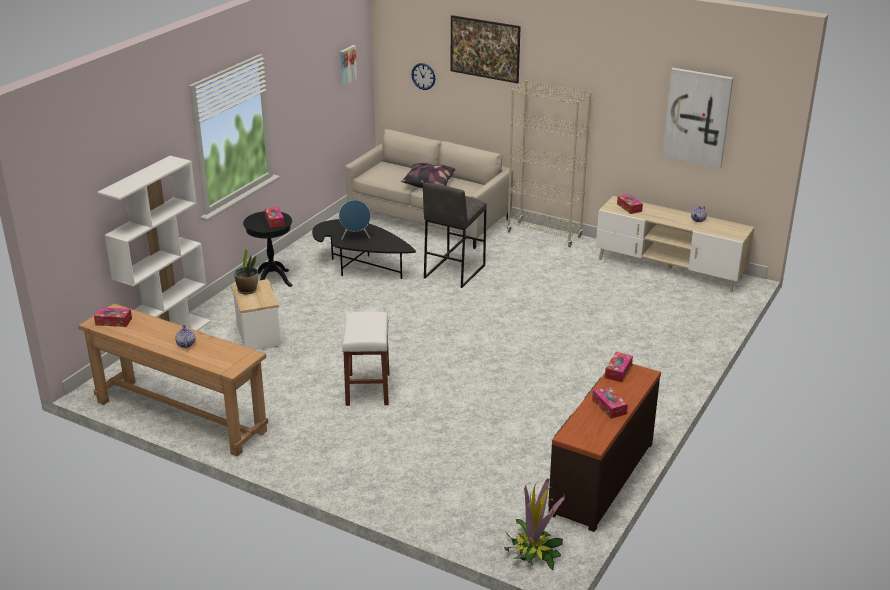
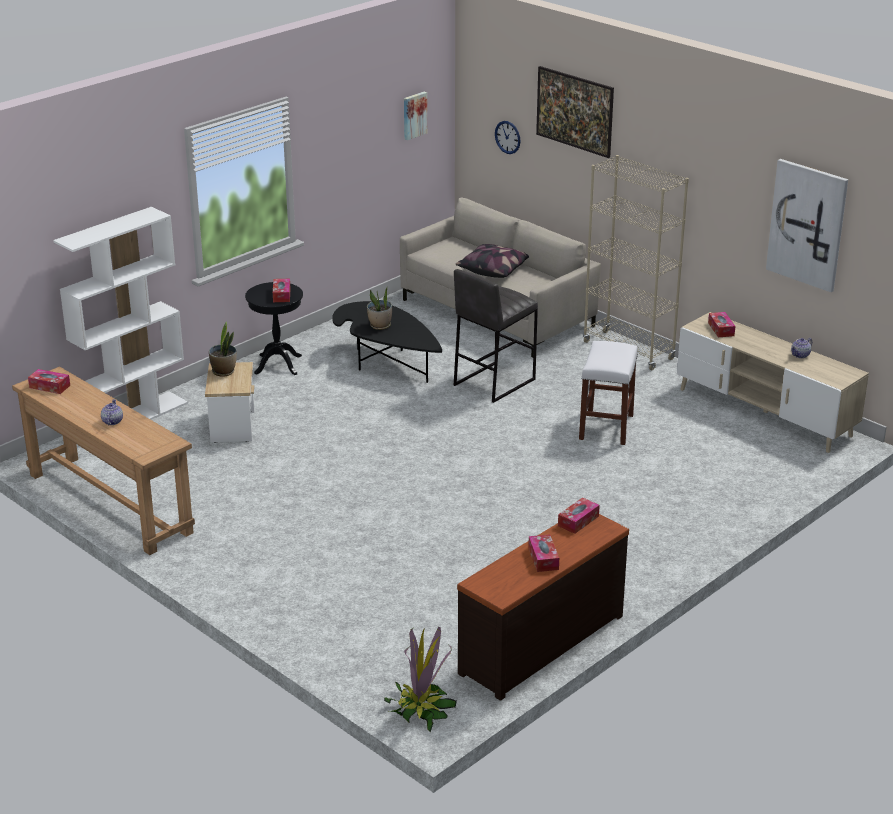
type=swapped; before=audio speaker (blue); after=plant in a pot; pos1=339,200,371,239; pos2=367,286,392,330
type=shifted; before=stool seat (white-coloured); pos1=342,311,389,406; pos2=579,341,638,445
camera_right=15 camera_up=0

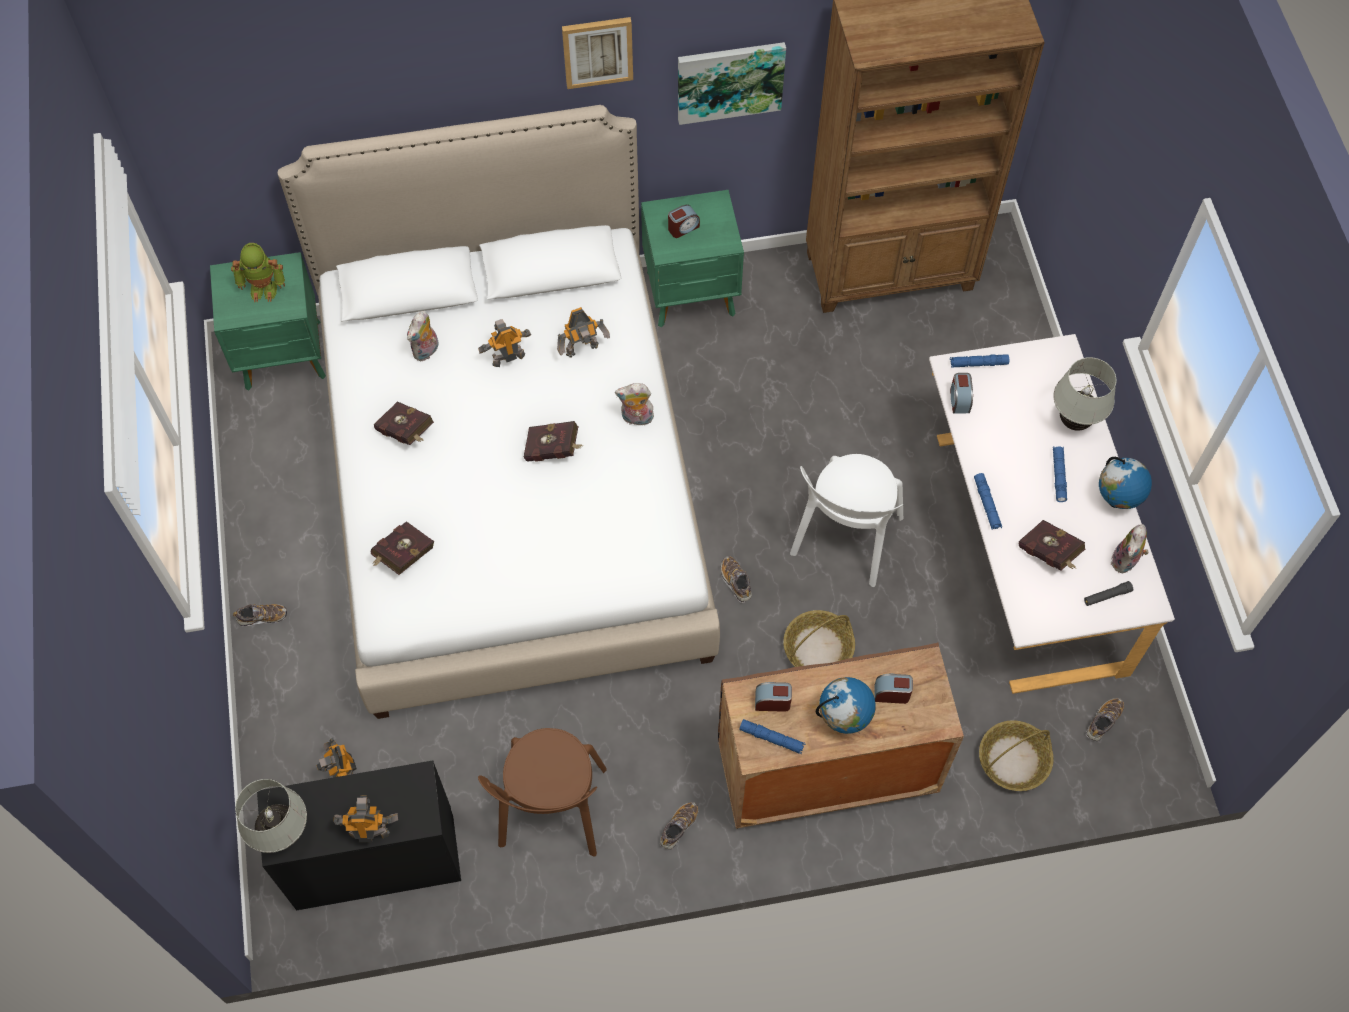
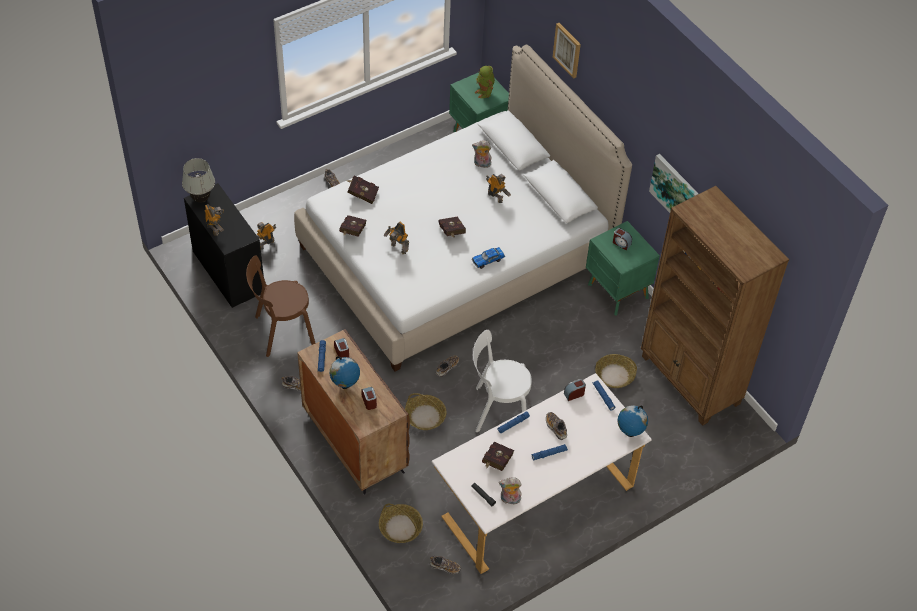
type=shifted; before=bound book (red); pos1=374,401,434,445; pos2=339,215,366,237
type=shifted; before=robot figure; pos1=557,307,610,358; pos2=384,222,409,254
type=swapped; before=soft toy; after=toy car; pos1=615,383,655,425; pos2=472,247,505,269
type=new; after=shoe; pos2=546,412,567,440
type=shifted; before=wall picture; pos1=562,17,633,89; pos2=553,23,581,79
type=new; after=household basket; pos2=595,354,637,388
type=shifted; before=world globe; pos1=1099,457,1152,509; pos2=618,406,648,437
type=gone; before=lamp for a table (white-coloured); pos1=1053,357,1117,431
camera_right=65 camera_up=-10

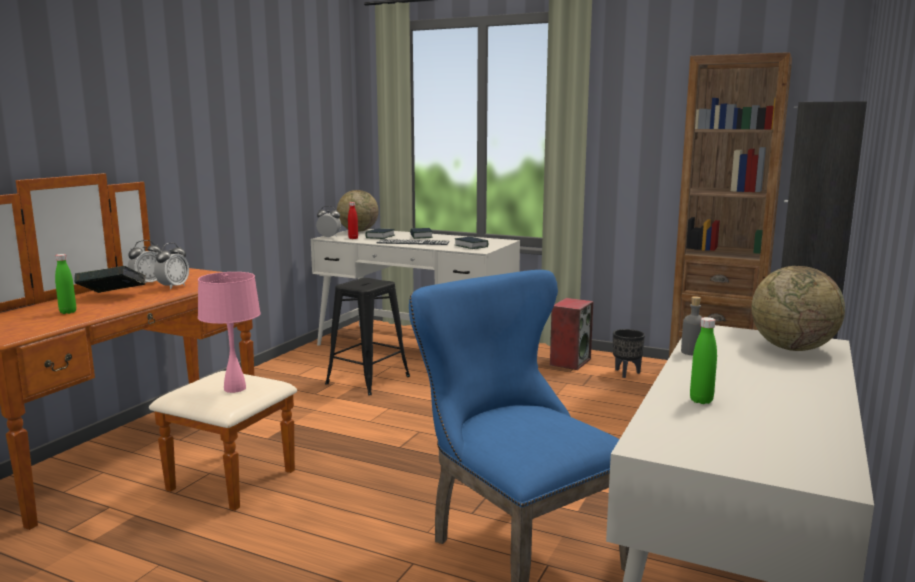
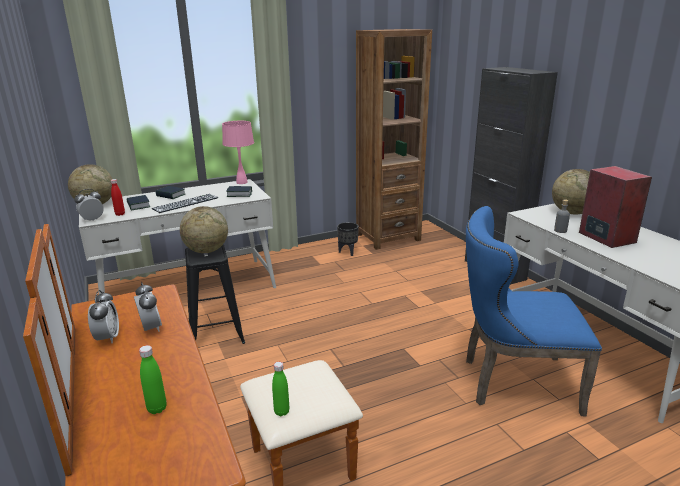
type=new; after=world globe; pos2=180,206,228,253
type=shifted; before=lamp for a table (pink); pos1=198,272,261,393; pos2=222,121,254,184
type=shifted; before=beverage bottle (green-coloured); pos1=690,317,717,404; pos2=272,362,290,416
type=shifted; before=audio speaker; pos1=550,298,593,370; pos2=579,166,652,248
type=gone; before=bound book; pos1=74,266,146,293
camera_right=-50 camera_up=10

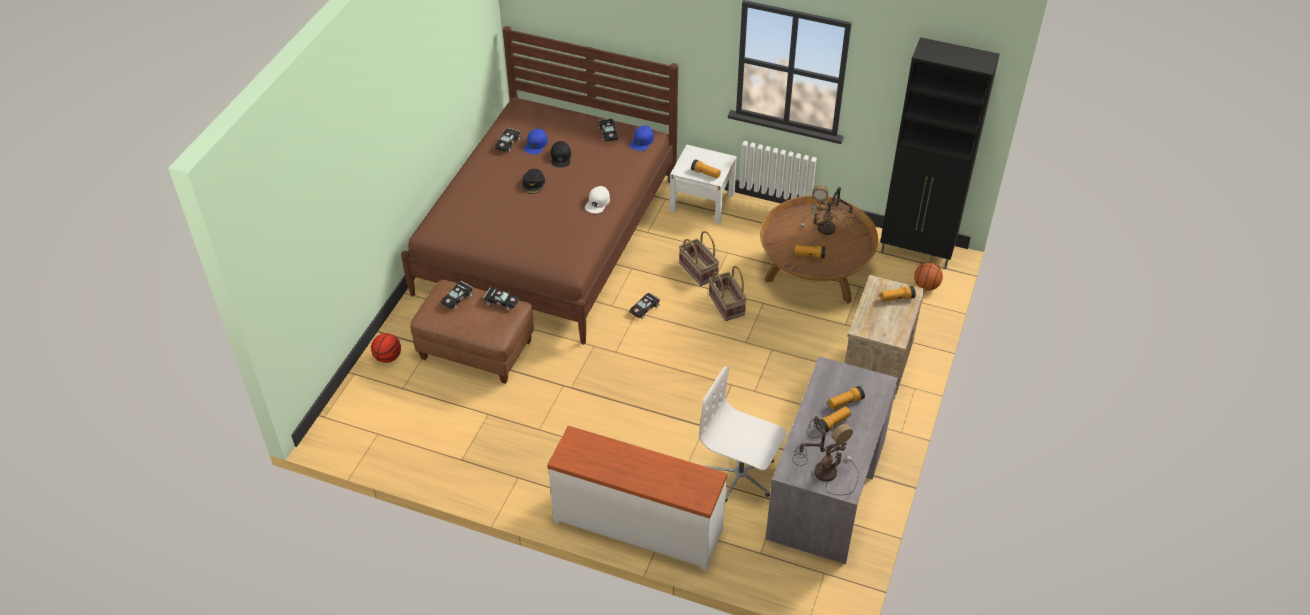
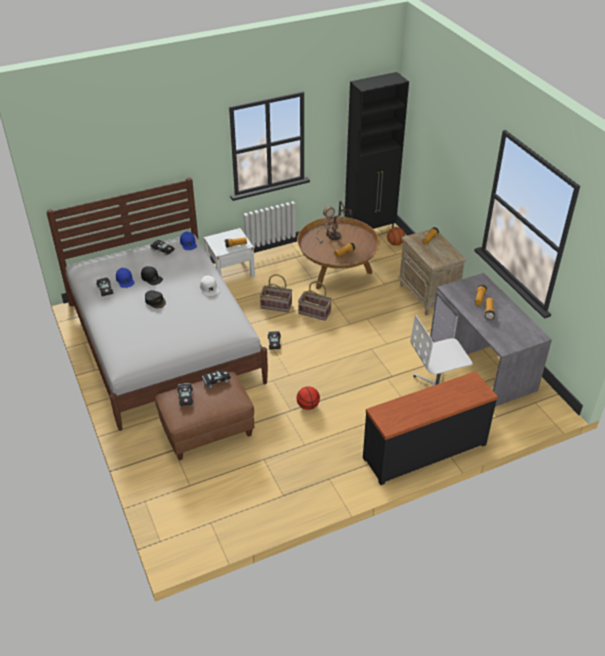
type=repainted; before=sleeping bed (brown); after=sleeping bed (white-coloured); pos1=401,26,678,345; pos2=46,177,268,431
type=shifted; before=ball for basketball; pos1=371,333,401,363; pos2=297,386,320,410
type=repainted; before=chest of drawers (white-coloured); after=chest of drawers (blackish); pos1=547,426,727,571; pos2=363,371,498,485
type=gone; before=lamp for a table; pos1=792,416,858,495
camera_right=-45 camera_up=-5

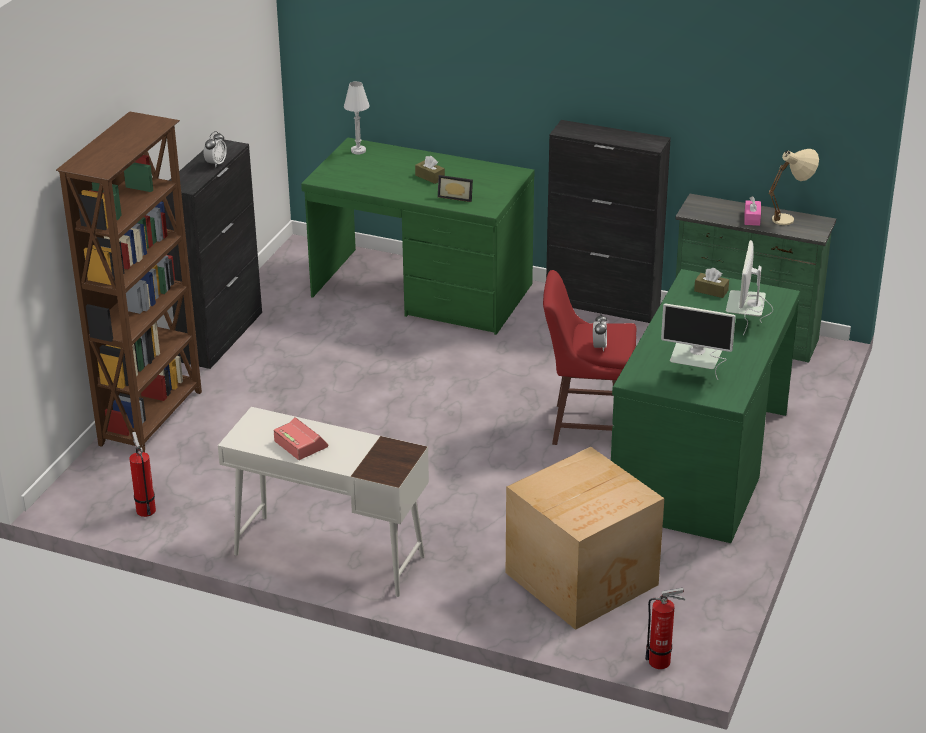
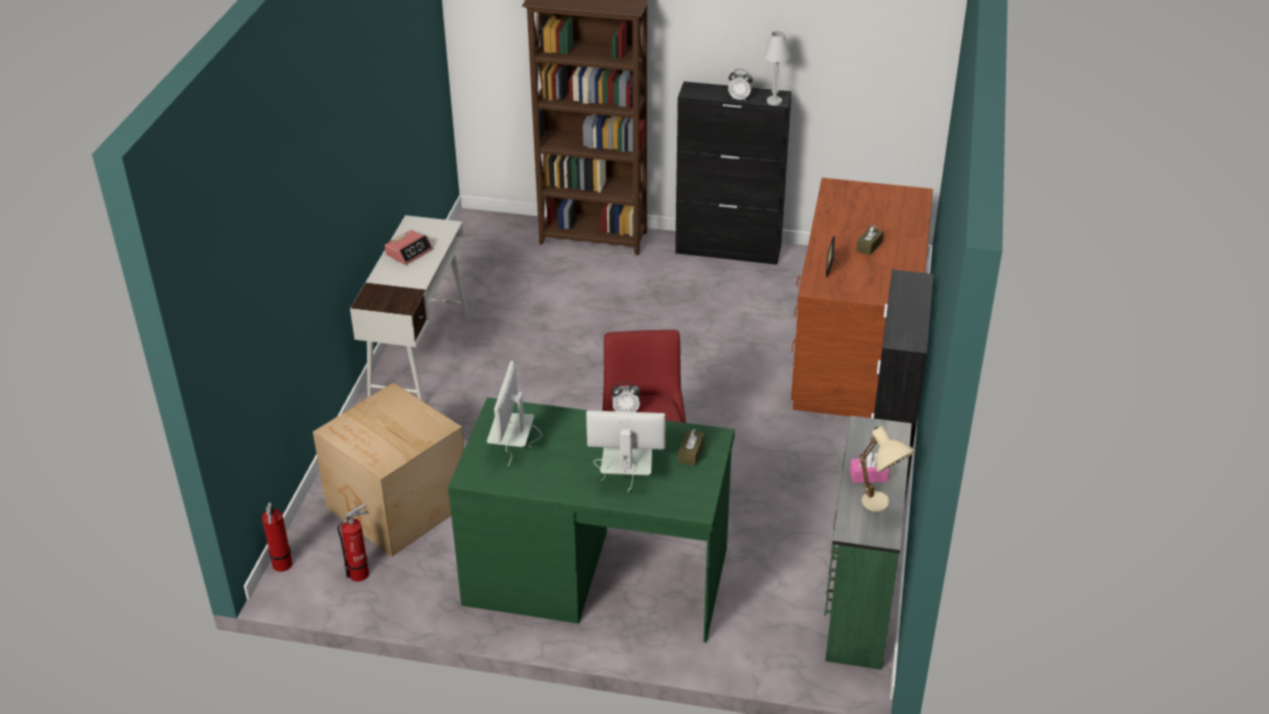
type=shifted; before=fire extinguisher; pos1=129,432,156,517; pos2=337,504,369,582
type=shifted; before=lamp for a table (white-coloured); pos1=344,81,370,154; pos2=764,31,790,106
type=repainted; before=desk table (green-coloured); after=desk table (brown); pos1=301,137,535,335; pos2=791,178,933,418
camera_right=80 camera_up=5

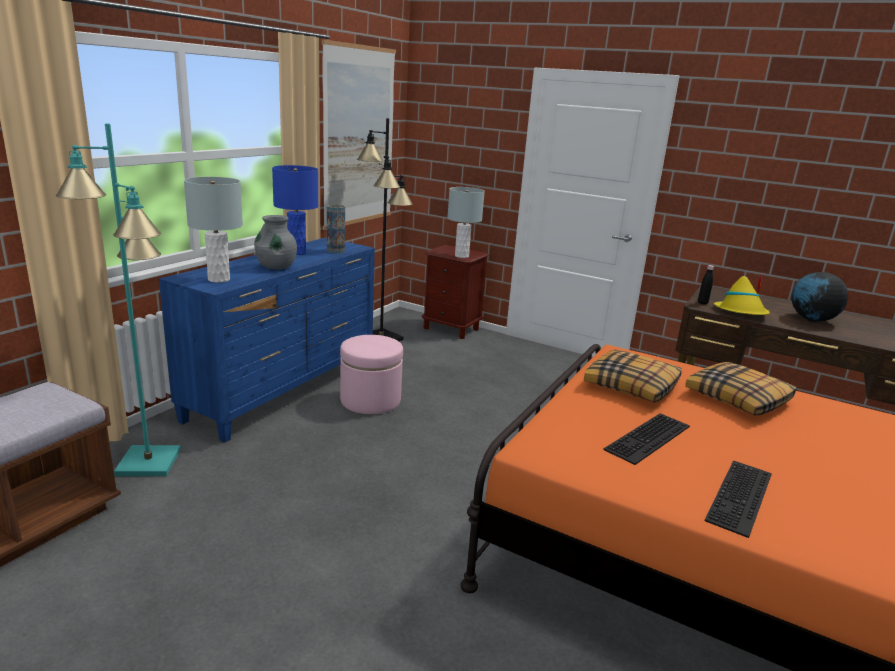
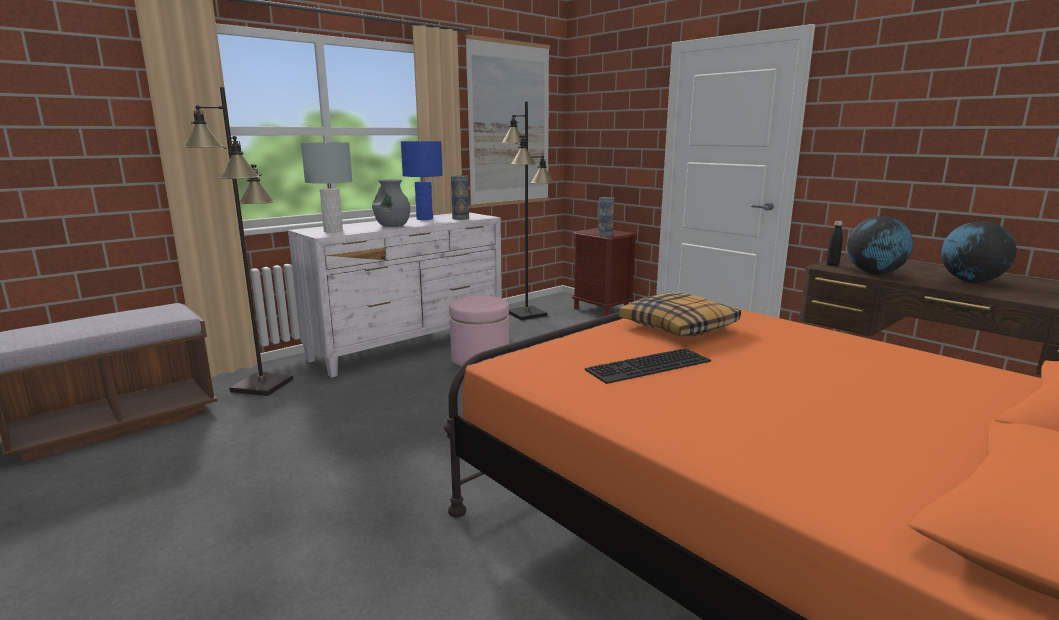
type=repainted; before=standard lamp (turquoise-coloured); after=standard lamp (blackish); pos1=56,123,181,476; pos2=183,87,293,396
type=repainted; before=chest of drawers (blue); after=chest of drawers (white-coloured); pos1=159,238,375,443; pos2=288,212,502,378
type=swapped; before=lamp for a table (greyish); after=decorative vase; pos1=447,187,485,258; pos2=598,197,614,236
type=swapped; before=hat (yellowish); after=world globe; pos1=714,275,770,315; pos2=847,216,913,275
type=gone; before=cushion; pos1=685,362,797,416
type=gone; before=keyboard; pos1=705,460,772,538
camera_right=20 camera_up=-5

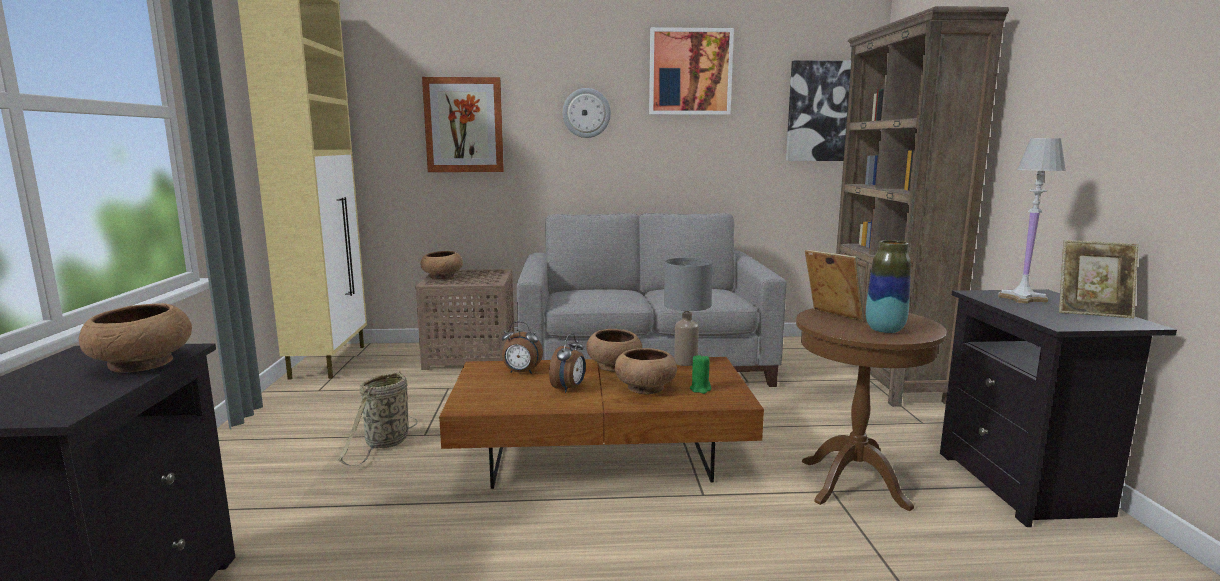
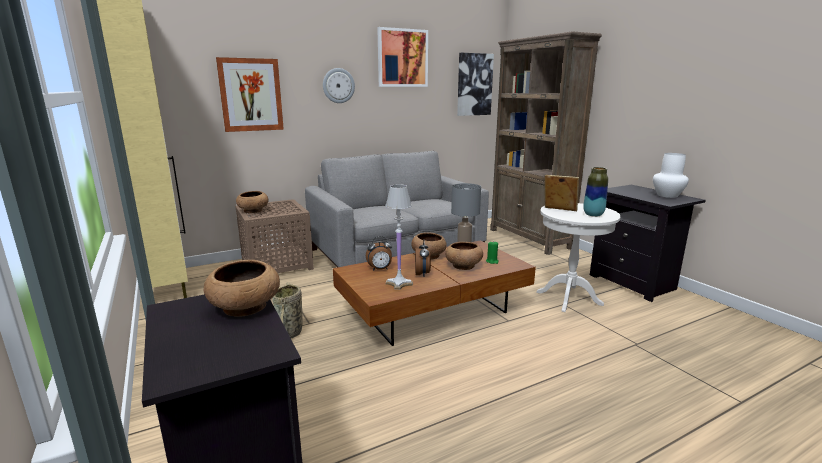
type=shifted; before=lamp for a table (white-coloured); pos1=998,138,1066,304; pos2=385,184,413,290
type=repainted; before=side table (brown); after=side table (white-coloured); pos1=796,306,947,511; pos2=536,203,621,312
type=swapped; before=picture frame; after=decorative vase (white-coloured); pos1=1059,240,1139,318; pos2=653,153,689,198
camera_right=-25 camera_up=5

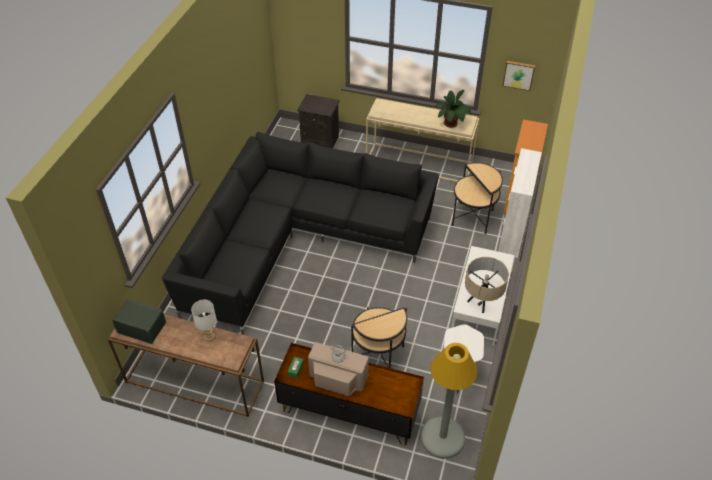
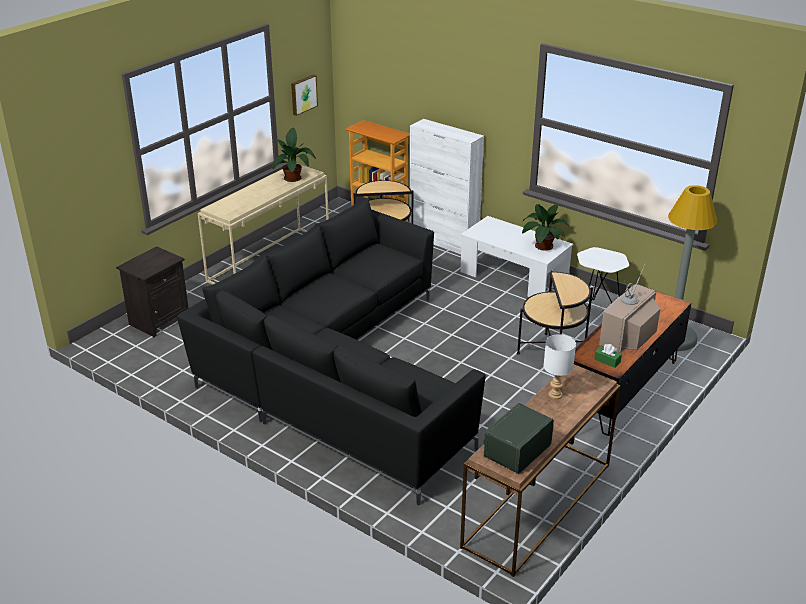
type=swapped; before=lamp for a table (sand-coloured); after=plant in a pot; pos1=465,257,509,313; pos2=522,204,570,251
camera_right=-70 camera_up=-15

